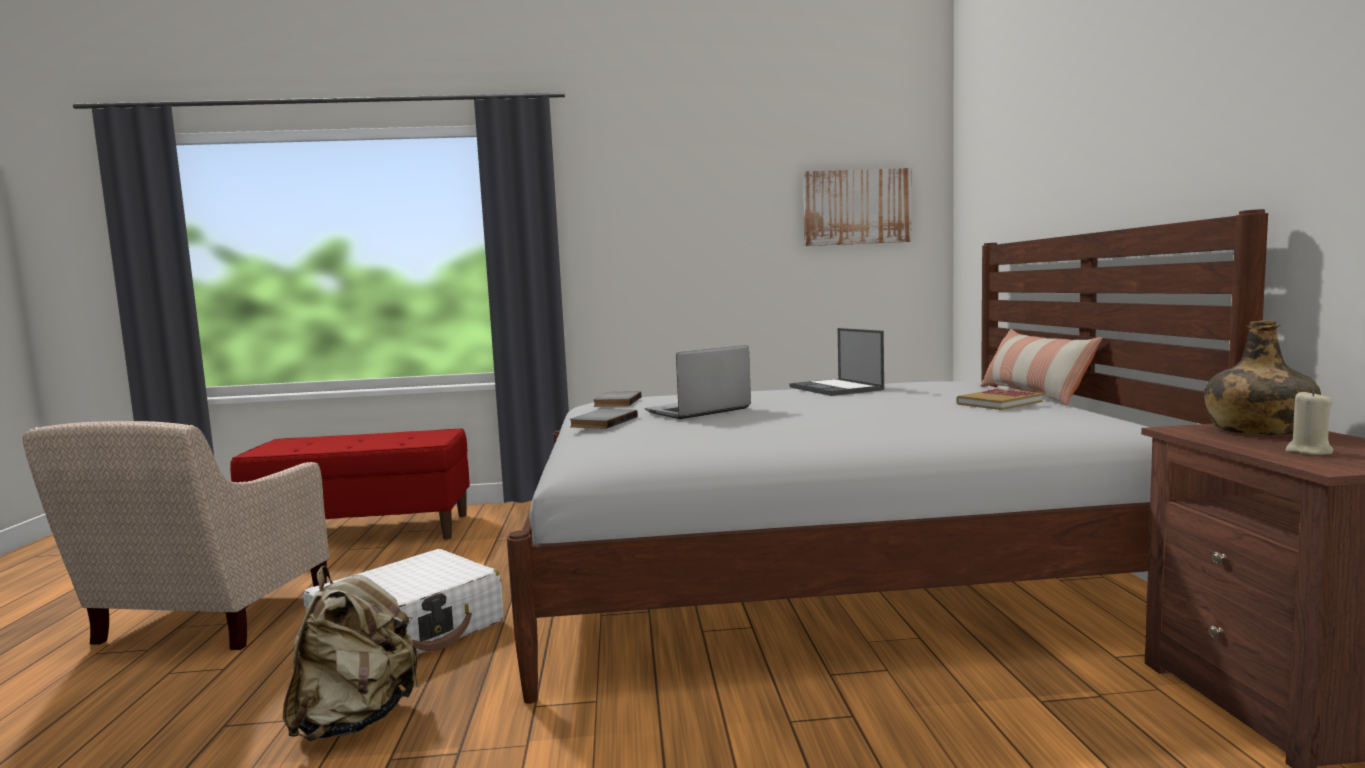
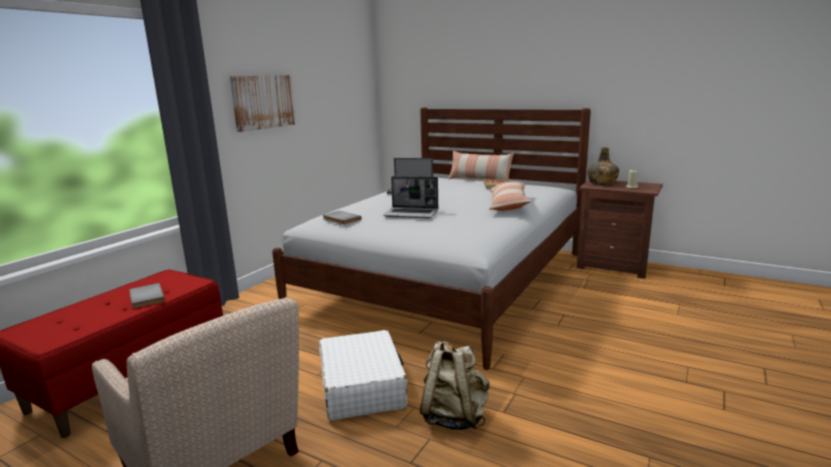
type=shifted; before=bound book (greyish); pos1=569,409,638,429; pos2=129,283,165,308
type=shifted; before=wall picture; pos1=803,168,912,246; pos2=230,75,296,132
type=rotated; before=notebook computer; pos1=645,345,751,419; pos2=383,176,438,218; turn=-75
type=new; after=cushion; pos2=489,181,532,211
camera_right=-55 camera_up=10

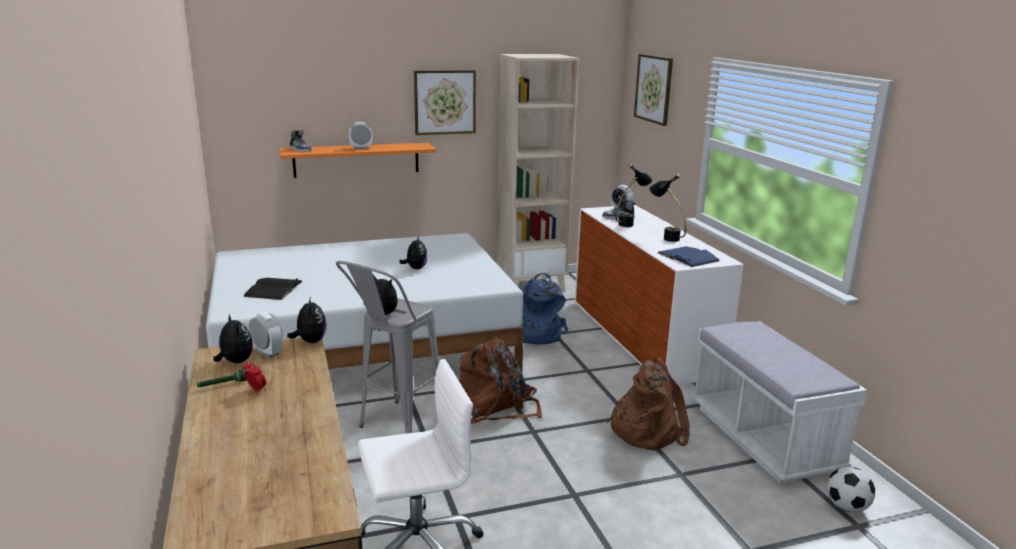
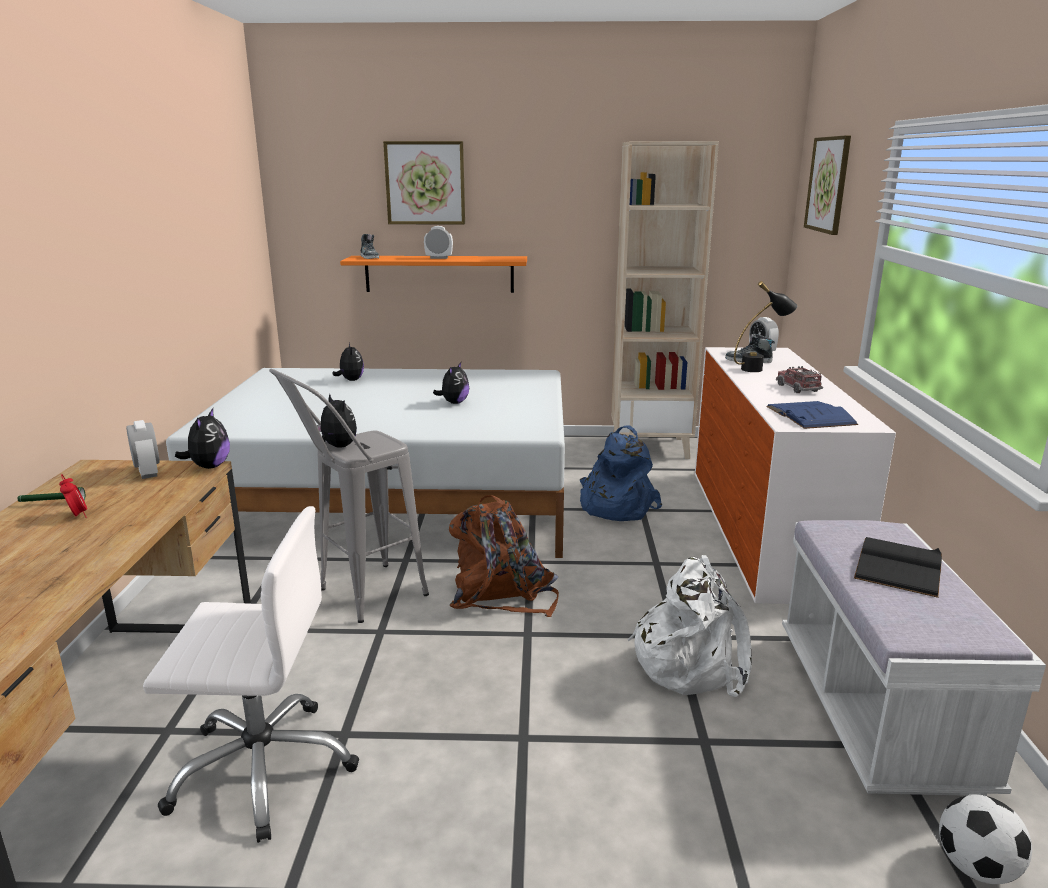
type=shifted; before=soft toy; pos1=213,314,253,363; pos2=333,343,364,381
type=shifted; before=wall picture; pos1=414,70,476,135; pos2=383,141,465,224
type=repainted; before=backpack (brown); after=backpack (white-coloured); pos1=606,358,690,451; pos2=628,555,752,697
type=swapped; before=lamp for a table (blackish); after=model truck; pos1=649,174,686,242; pos2=776,366,823,393
type=shifted; before=bound book (blackish); pos1=243,278,303,300; pos2=854,537,942,598
camera_right=20 camera_up=0

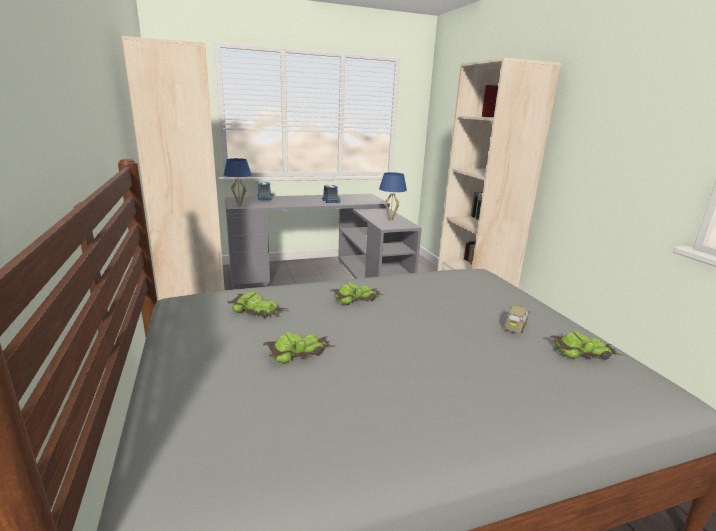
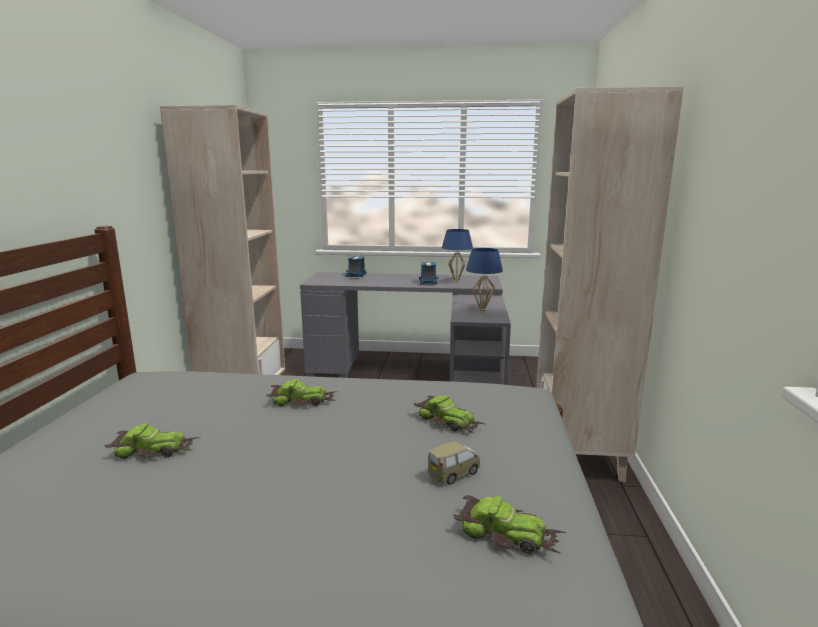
type=shifted; before=toy car; pos1=227,291,287,318; pos2=414,395,487,433
type=shifted; before=lamp for a table (blue); pos1=224,158,252,205; pos2=442,229,473,283
camera_right=25 camera_up=-5

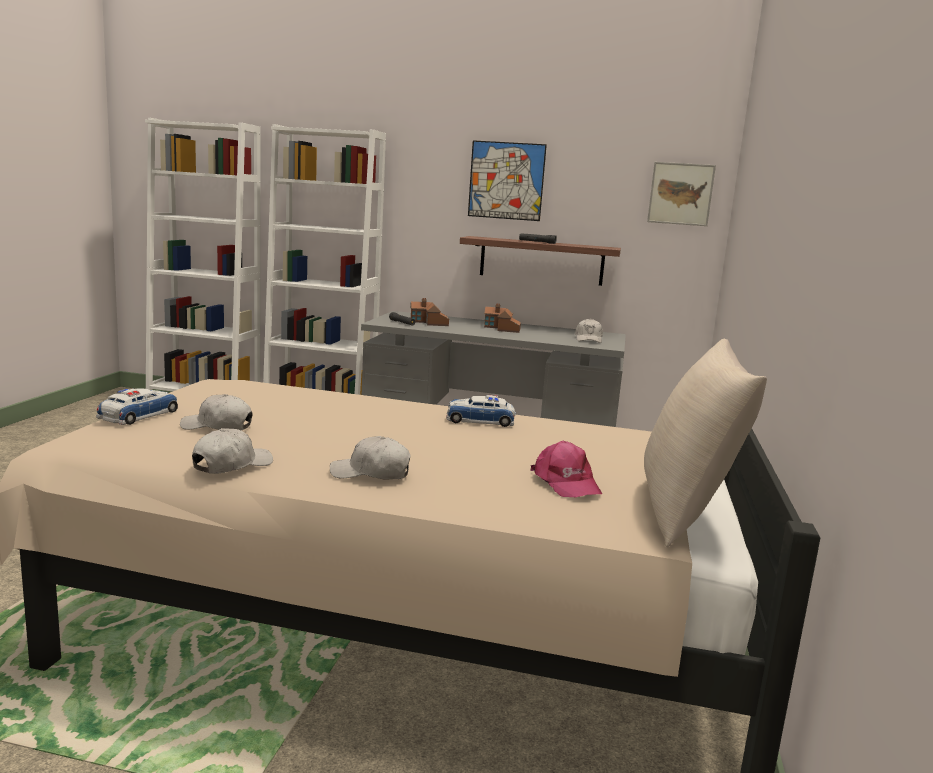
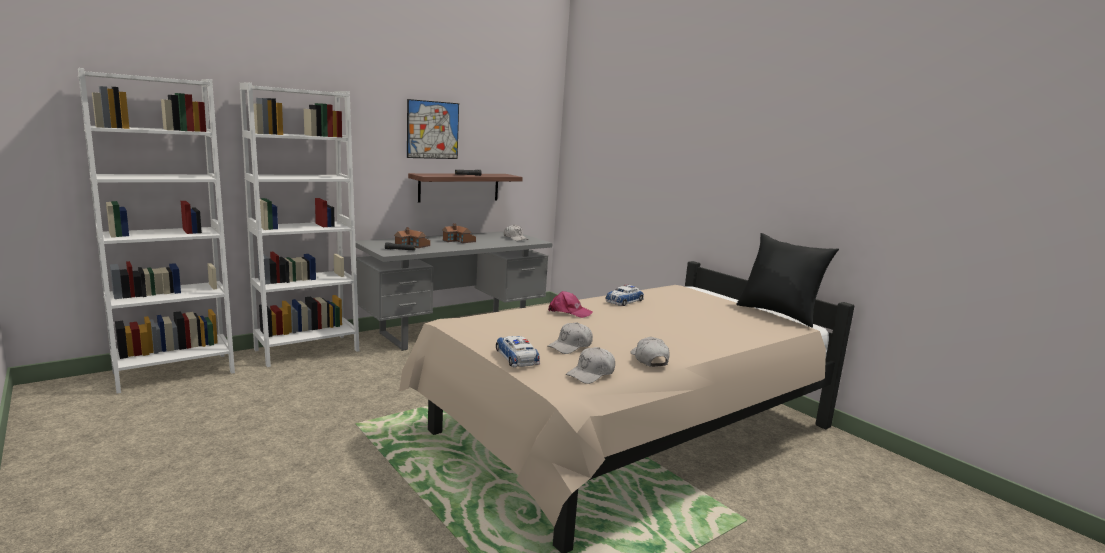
type=shifted; before=peaked cap (pink); pos1=530,441,602,497; pos2=548,291,592,318
type=shifted; before=peaked cap (white-coloured); pos1=330,436,411,480; pos2=566,347,615,384
type=repainted; before=cushion (sand-coloured); after=cushion (blackish); pos1=644,339,767,547; pos2=736,233,839,328
type=gone; before=wall picture; pos1=647,162,716,226
camera_right=-50 camera_up=0

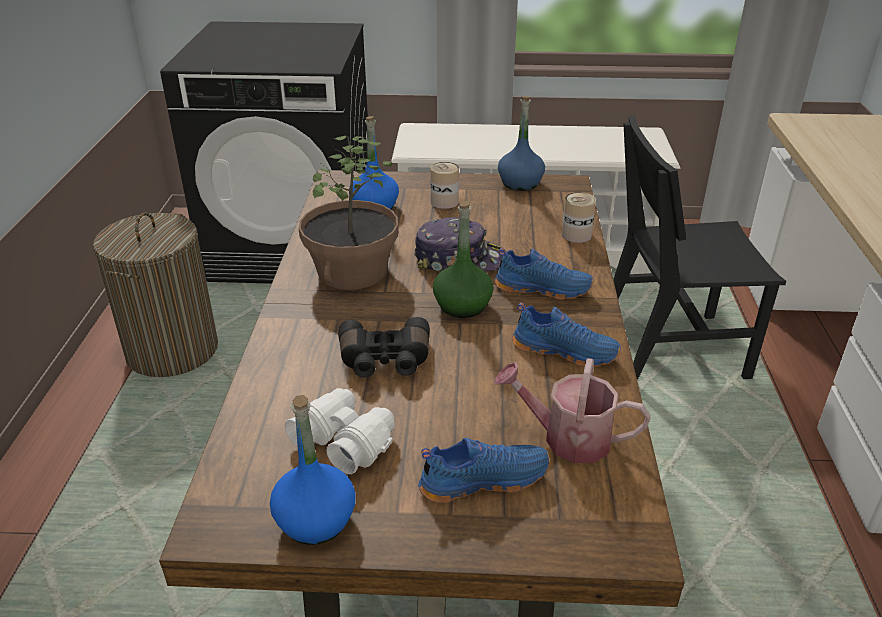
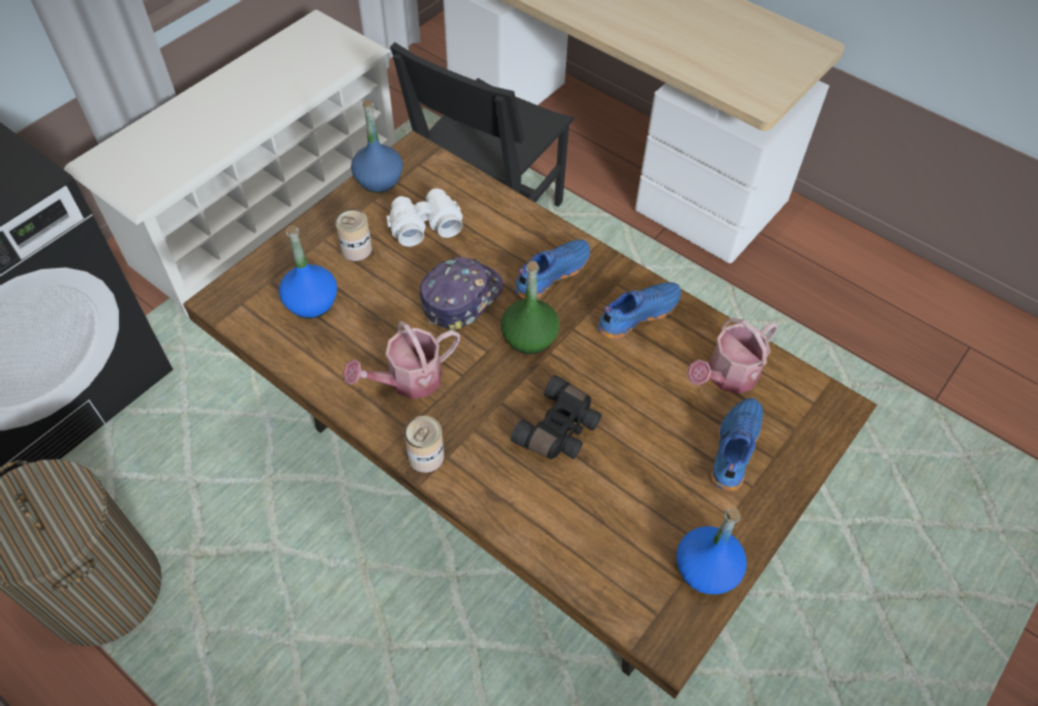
type=swapped; before=plant in a pot; after=watering can; pos1=299,136,399,290; pos2=343,321,460,399
type=shifted; before=field glasses (white-coloured); pos1=285,388,395,474; pos2=386,188,463,247
type=shifted; before=metal can; pos1=561,192,596,243; pos2=404,416,444,473
camera_right=-55 camera_up=20

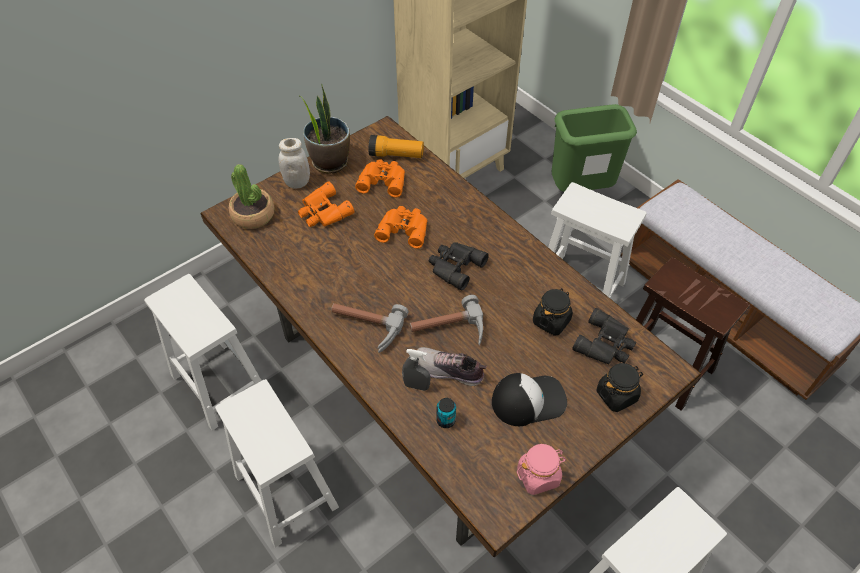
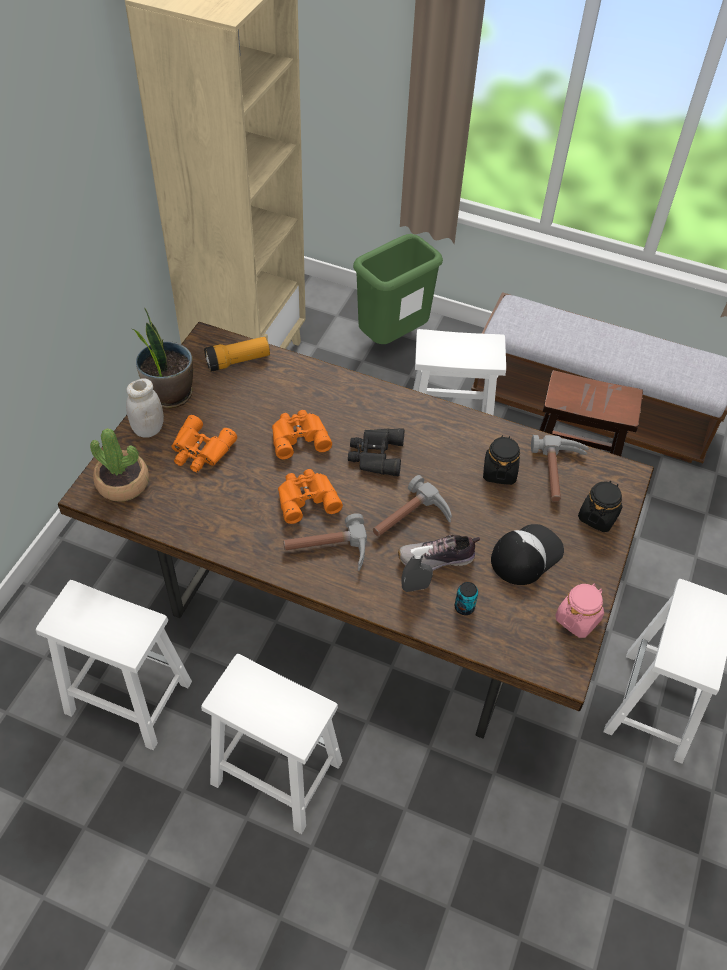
type=shifted; before=field glasses (orange-coloured); pos1=355,159,405,198; pos2=278,469,343,524
type=swapped; before=field glasses (blackish); after=hand hammer; pos1=572,308,636,365; pos2=531,435,589,502
camera_right=-30 camera_up=0

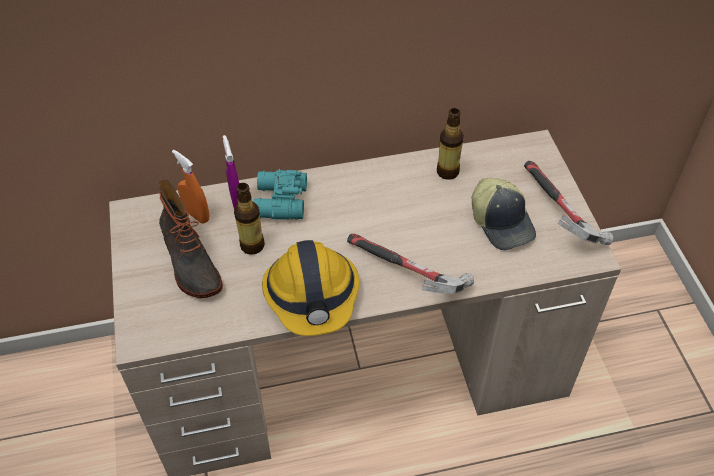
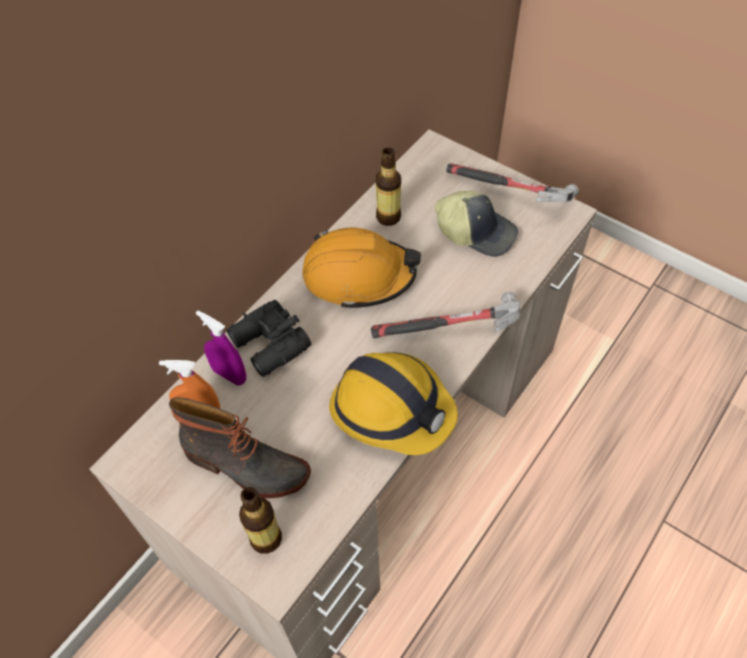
type=repainted; before=field glasses (turquoise-coloured); after=field glasses (blackish); pos1=253,169,307,220; pos2=227,300,311,377
type=shifted; before=beverage bottle; pos1=234,183,265,255; pos2=239,487,282,554
type=new; after=work helmet (orange-coloured); pos2=302,228,421,310
camera_right=-40 camera_up=5

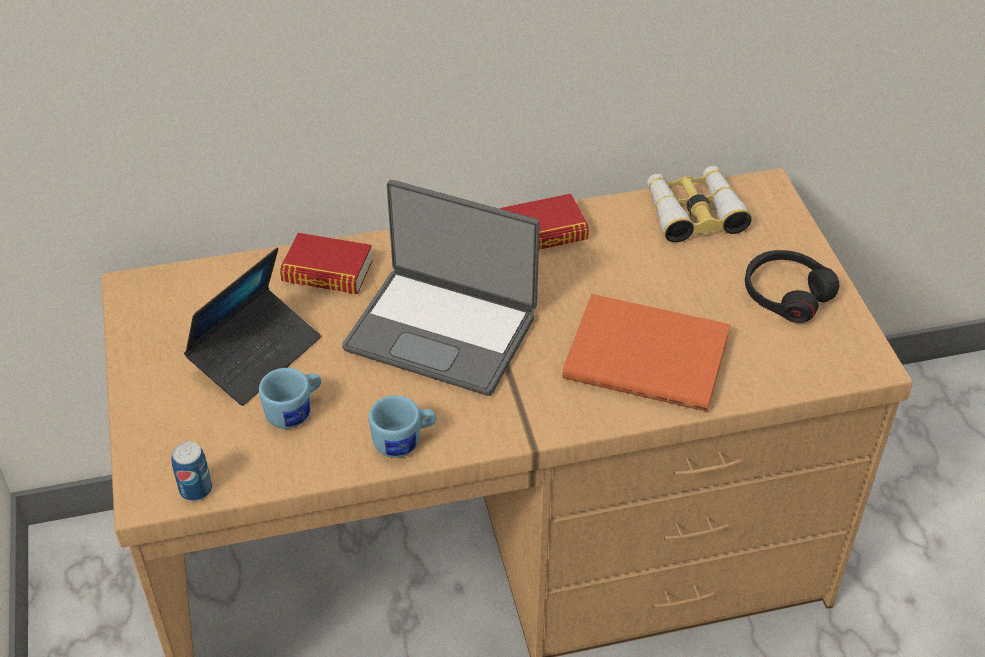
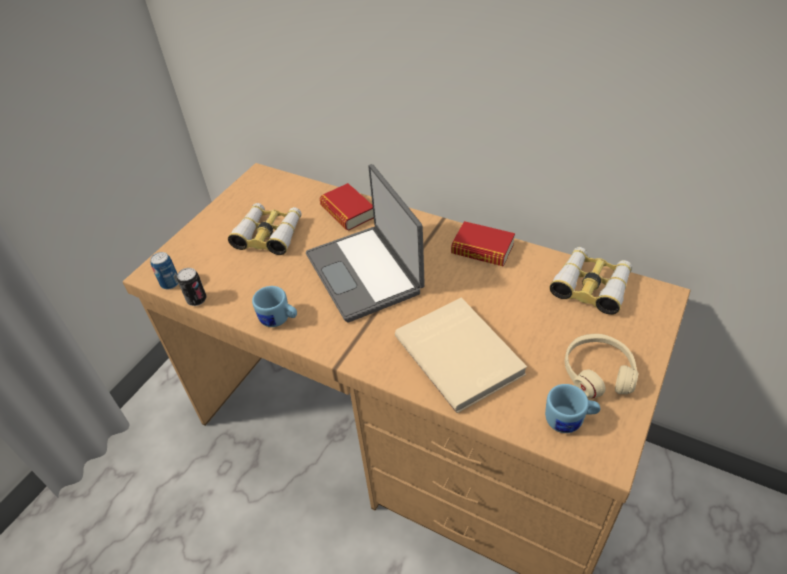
type=new; after=metal can; pos2=177,268,206,306
type=swapped; before=notebook computer; after=field glasses; pos1=184,248,321,406; pos2=228,203,302,255
type=repainted; before=bound book (orange-coloured); after=bound book (sand-coloured); pos1=563,294,730,412; pos2=395,297,527,413
type=shifted; before=mug (blue); pos1=259,368,321,429; pos2=545,384,600,433
type=repainted; before=headset (blackish); after=headset (sand-coloured); pos1=745,250,839,323; pos2=565,334,638,398
camera_right=45 camera_up=0

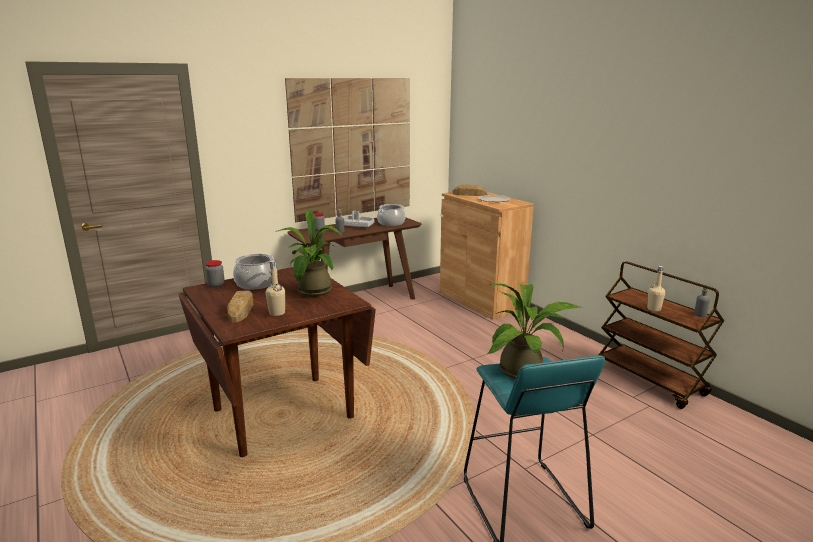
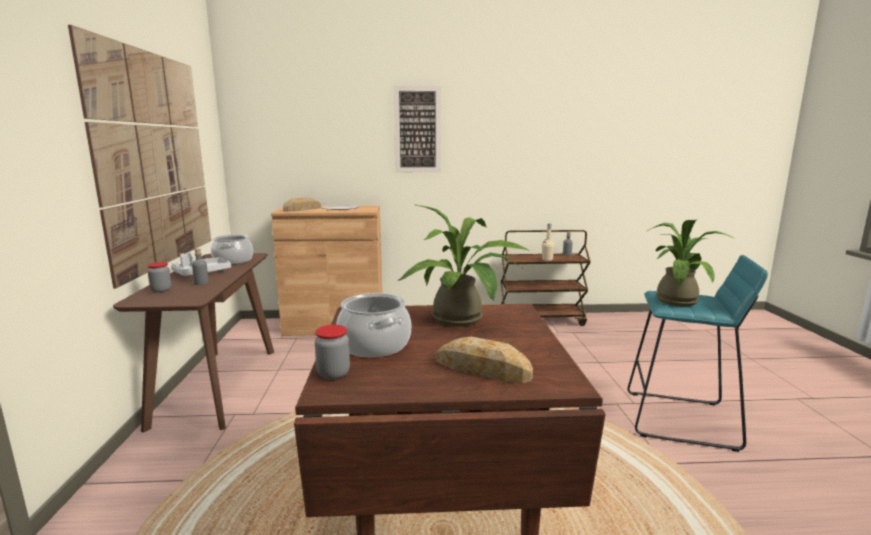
type=new; after=wall picture; pos2=394,86,441,172
type=gone; before=beverage bottle (sand-coloured); pos1=265,260,285,316
camera_right=-60 camera_up=-5

